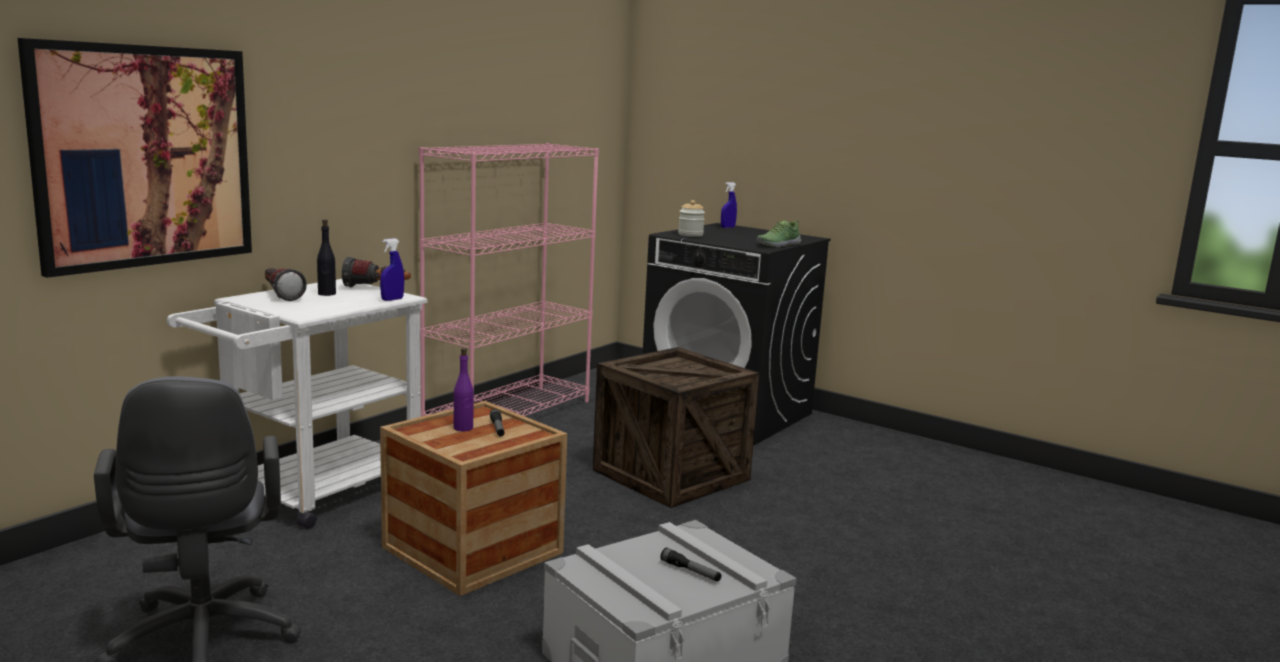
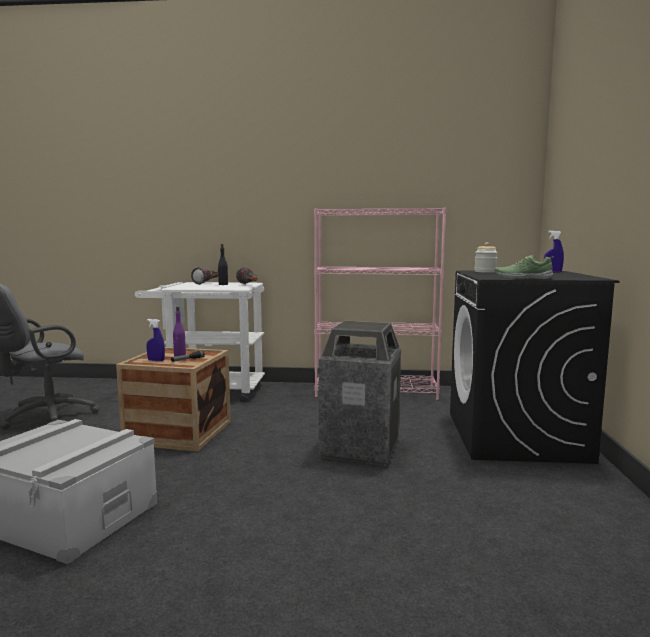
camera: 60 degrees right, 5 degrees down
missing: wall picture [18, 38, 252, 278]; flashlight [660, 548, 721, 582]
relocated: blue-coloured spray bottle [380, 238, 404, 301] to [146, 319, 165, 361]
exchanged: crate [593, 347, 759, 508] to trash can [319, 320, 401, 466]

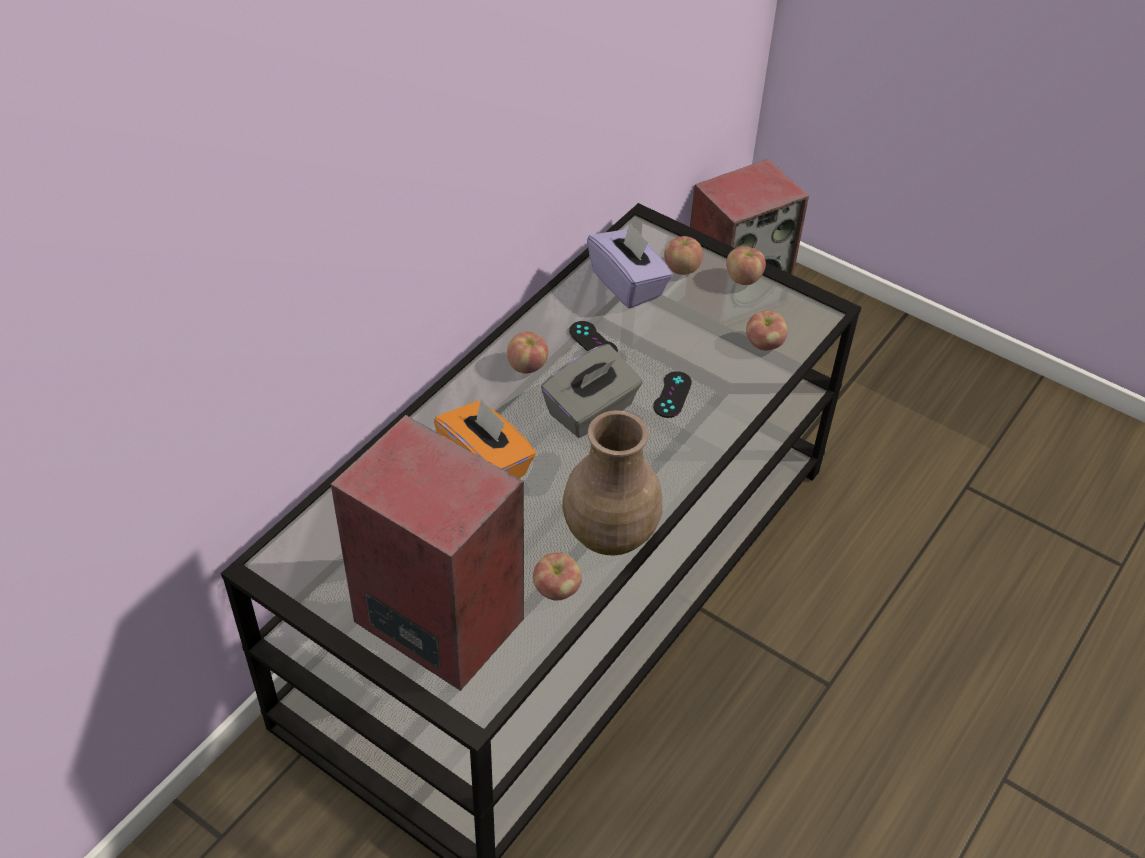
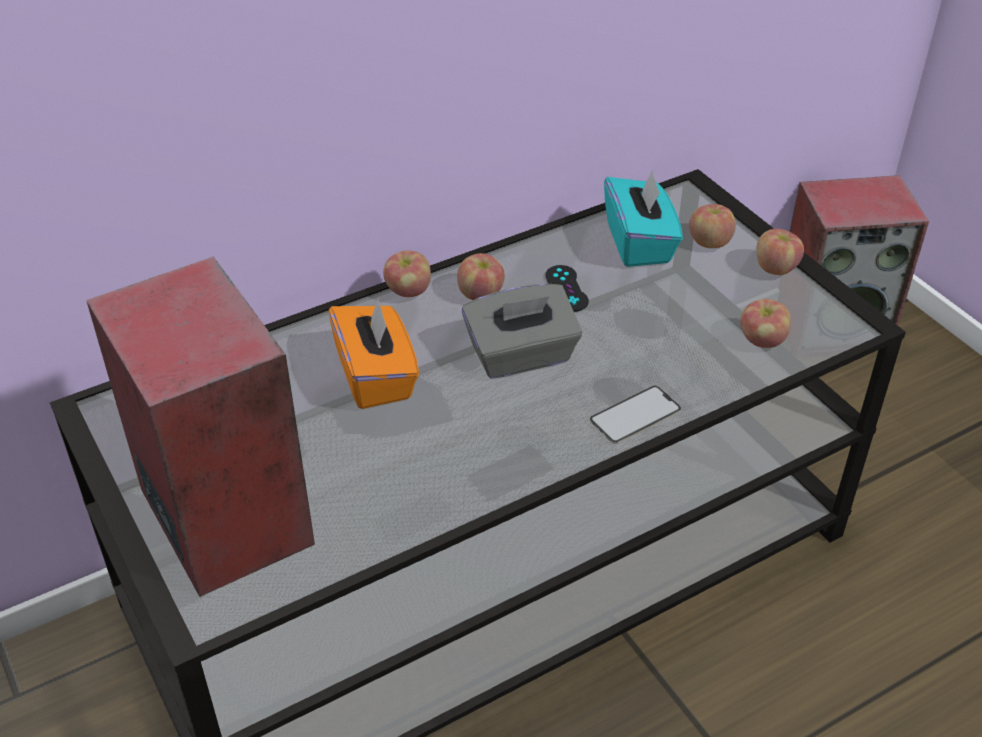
camera: 25 degrees right, 5 degrees down
missing: brown flower vase [562, 410, 662, 555]; black gamepad [653, 371, 692, 418]
appeared: telephone [590, 386, 681, 444]
relocated: apple fruit [533, 553, 582, 600] to [383, 250, 431, 297]
colour: purple tissue box [587, 222, 673, 308] to turquoise tissue box [604, 169, 683, 267]

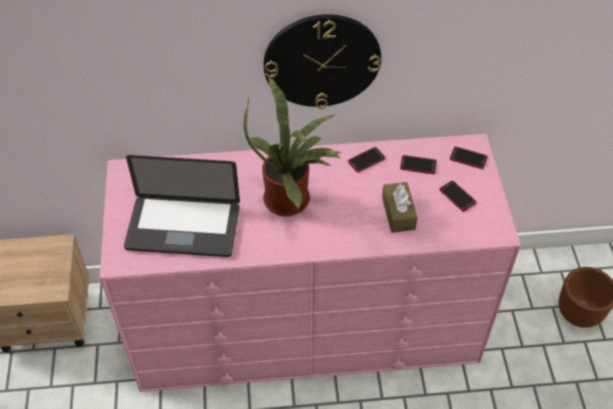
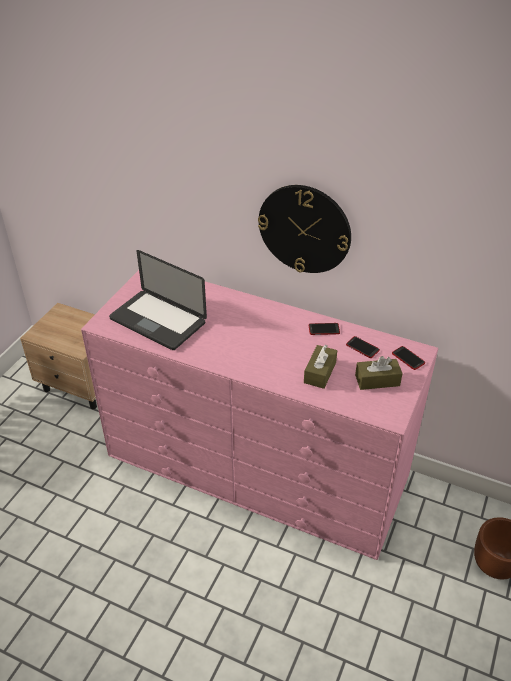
camera: 30 degrees right, 10 degrees down
missing: houseplant [244, 76, 343, 216]
exchanged: telephone [439, 181, 477, 212] to brown tissue box [355, 356, 403, 390]

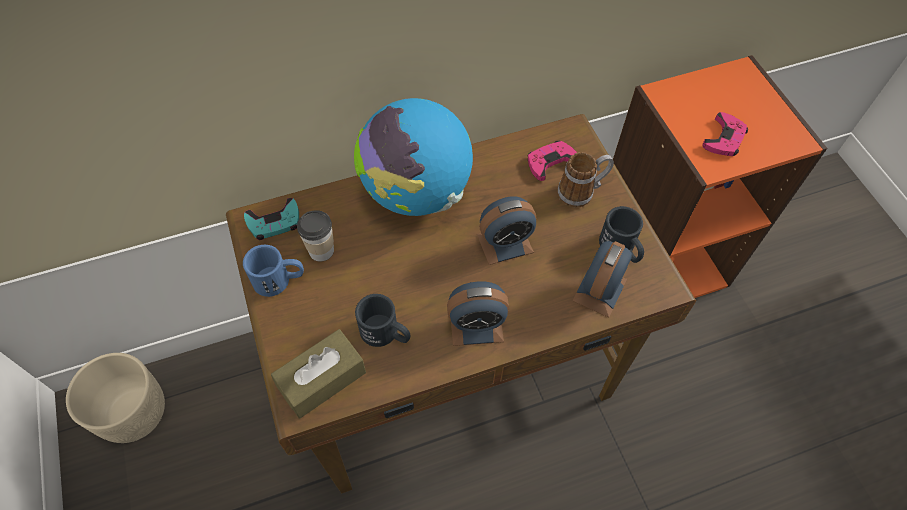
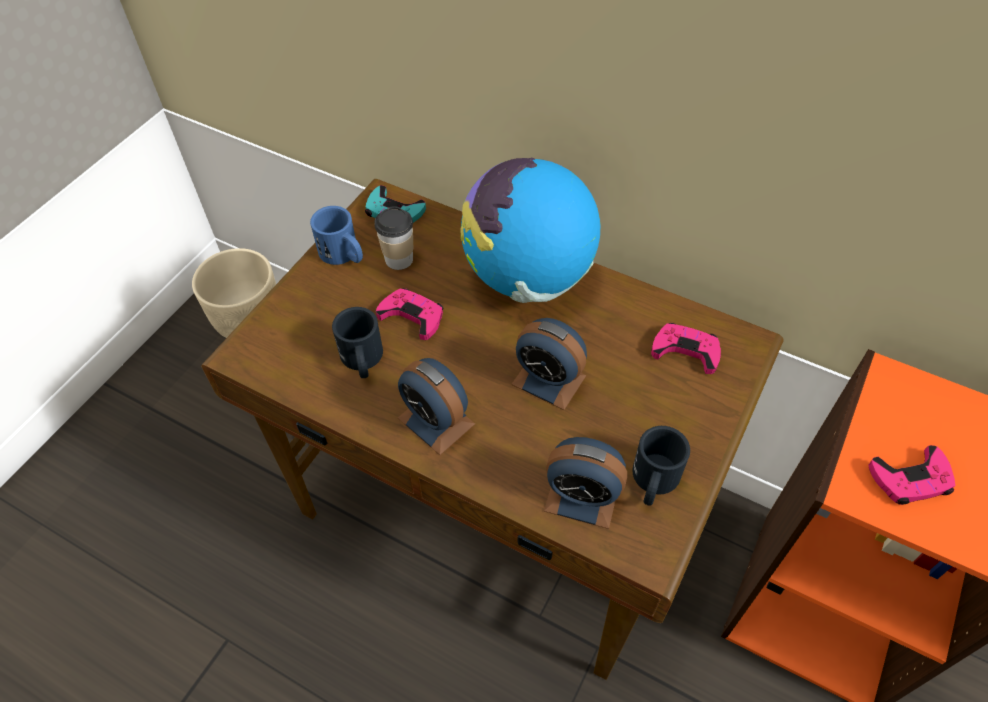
camera: 50 degrees right, 5 degrees down
missing: brown tissue box [271, 329, 366, 418]; tea mug [557, 152, 614, 207]
appeared: pinkish gamepad [376, 288, 444, 340]
spun: table clock [572, 241, 632, 318] = [544, 437, 627, 529] 150 degrees counterclockwise

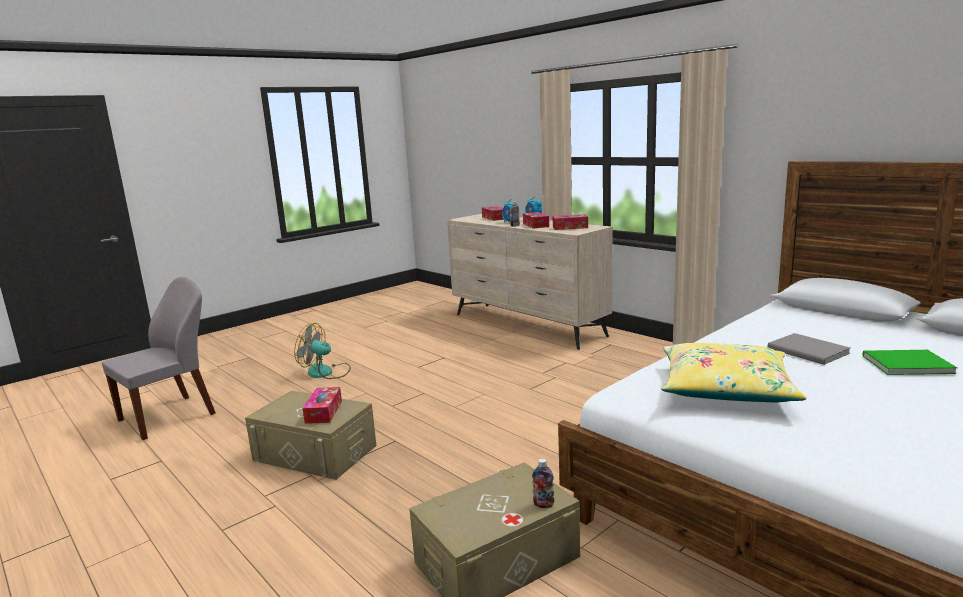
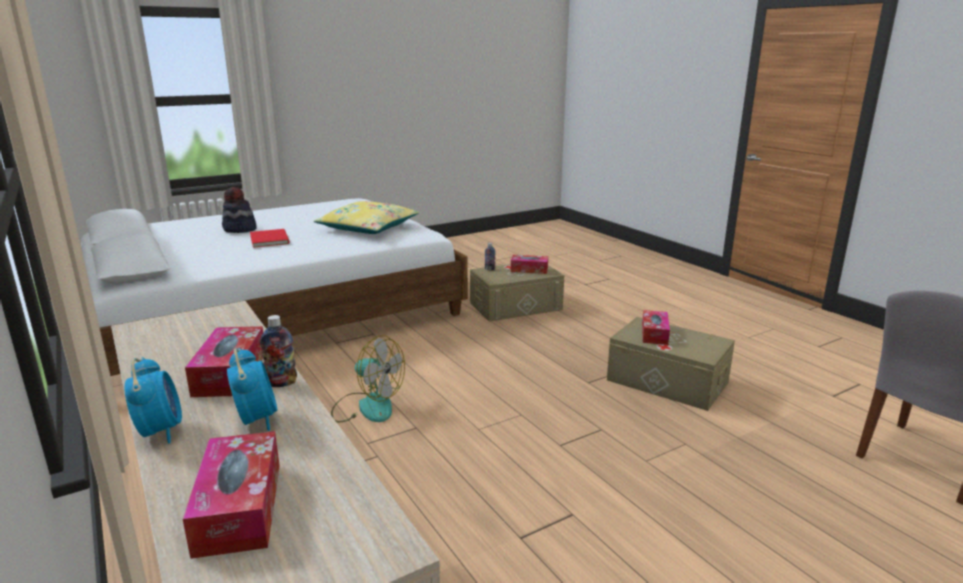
camera: 170 degrees left, 5 degrees up
relocated: fan [294, 323, 351, 379] to [331, 335, 405, 423]; tissue box [553, 214, 588, 230] to [511, 255, 548, 274]
exchanged: green bound book [862, 350, 958, 375] to clothing hat [222, 187, 257, 233]
colour: greyish bound book [768, 333, 850, 365] to reddish bound book [250, 229, 290, 248]

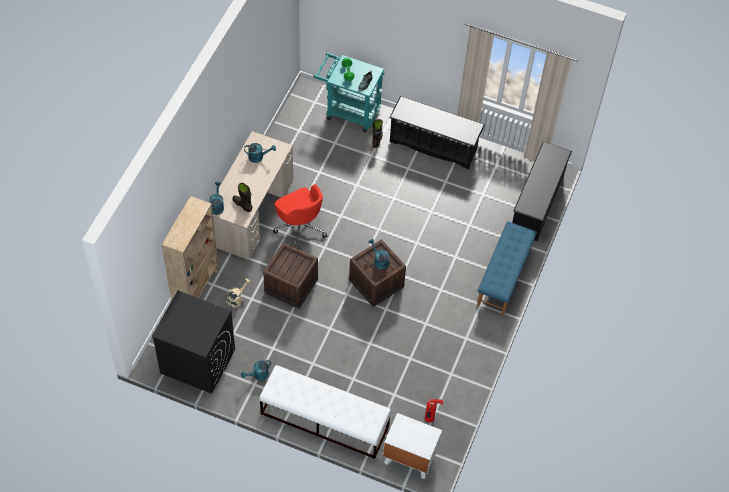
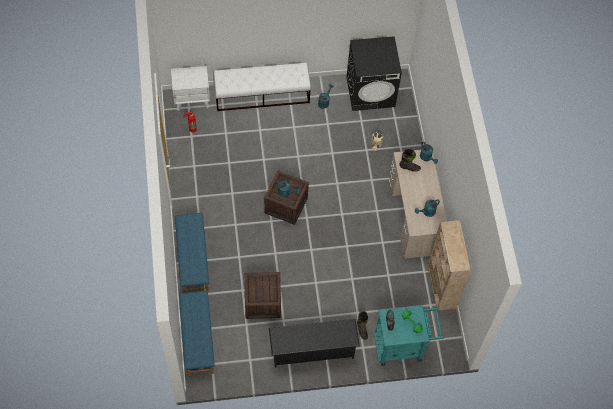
camera: 150 degrees right, 5 degrees up
missing: reddish computer chair [273, 184, 327, 249]
relocated: sand-coloured bookcase [161, 196, 219, 301] to [426, 220, 471, 313]; crate [263, 242, 318, 309] to [245, 272, 281, 319]
exchanged: black shoe shelf [512, 142, 572, 241] to blue-coloured indoor bench [179, 291, 215, 376]

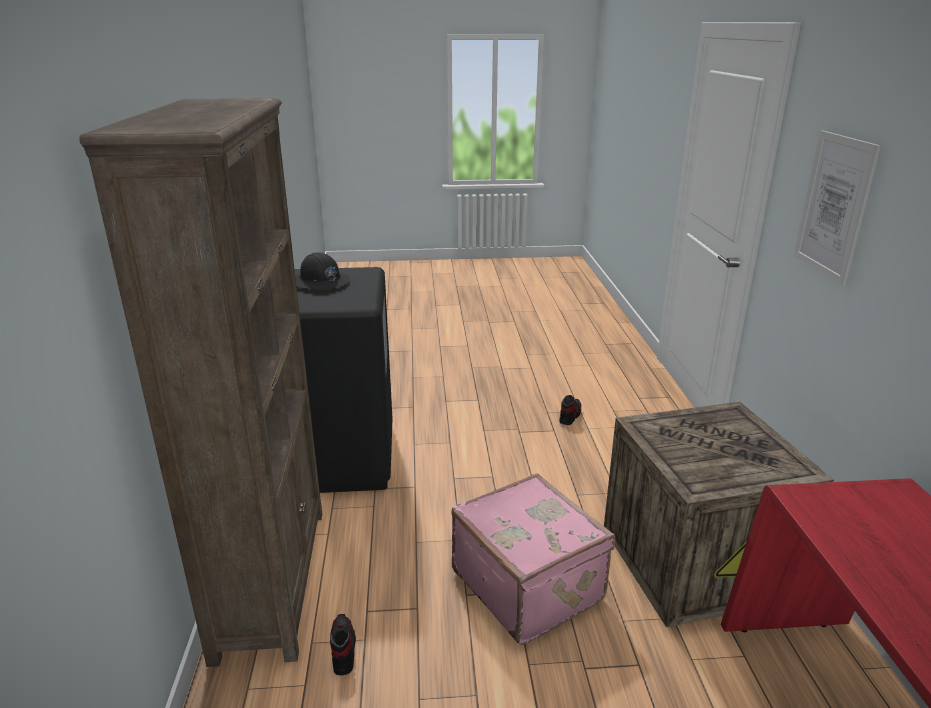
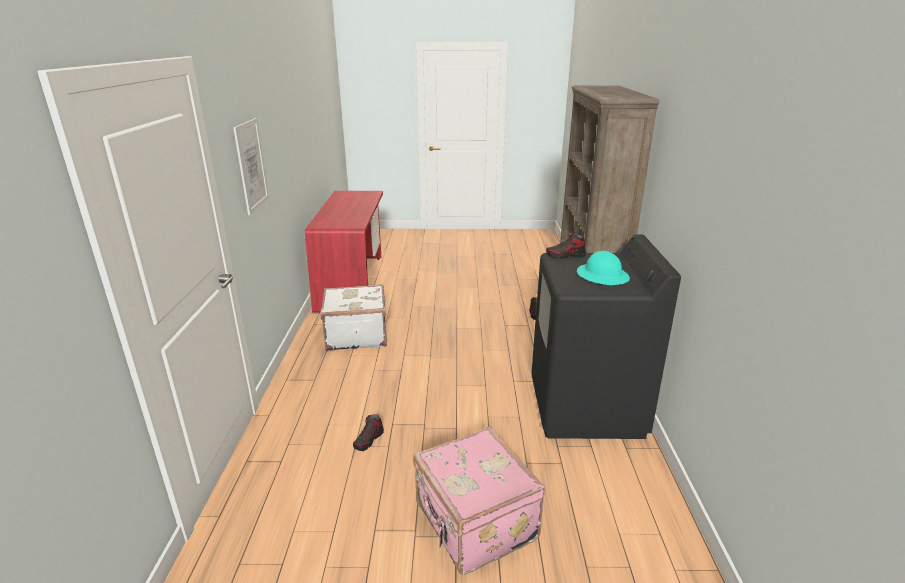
camera: 175 degrees left, 0 degrees up
appeared: low shoe [546, 231, 586, 259]
relocated: pinkish travel case [452, 473, 615, 645] to [413, 427, 545, 575]
exchanged: crate [604, 402, 834, 627] to white travel case [321, 284, 387, 351]
colour: black safety helmet [295, 252, 350, 290] to turquoise safety helmet [577, 251, 630, 285]

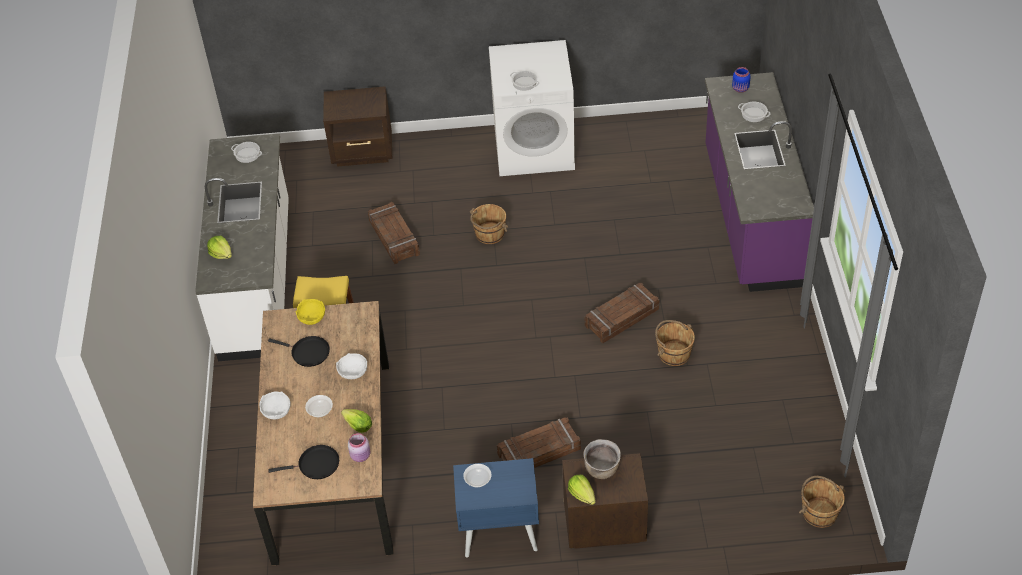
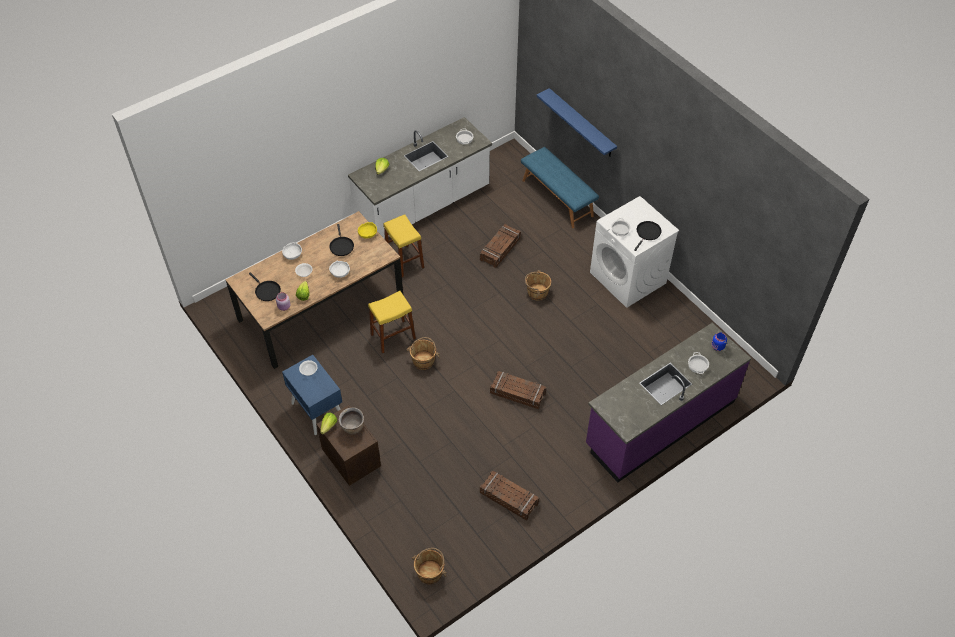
camera: 55 degrees right, 5 degrees up
appeared: yellowish stool seat [368, 291, 416, 353]; blue-coloured shelf [537, 88, 617, 157]; black skillet [634, 221, 661, 251]
relocated: crate [497, 417, 581, 468] to [480, 471, 539, 521]; brown bucket [655, 320, 695, 366] to [407, 337, 440, 370]
exchanged: brown bedside table [323, 86, 392, 167] to blue-coloured indoor bench [521, 147, 599, 228]

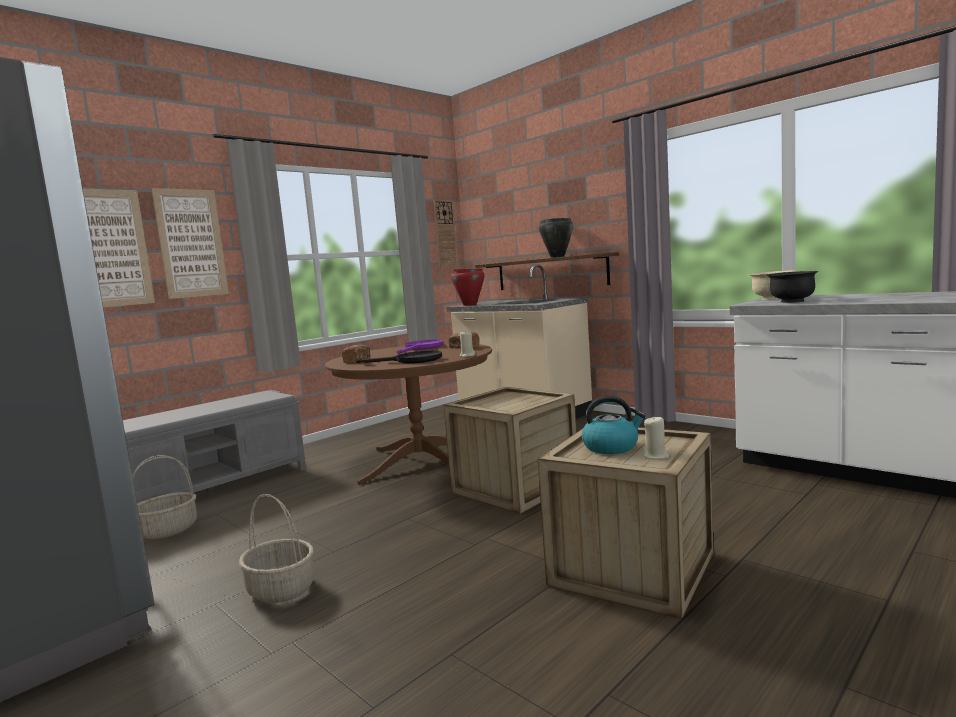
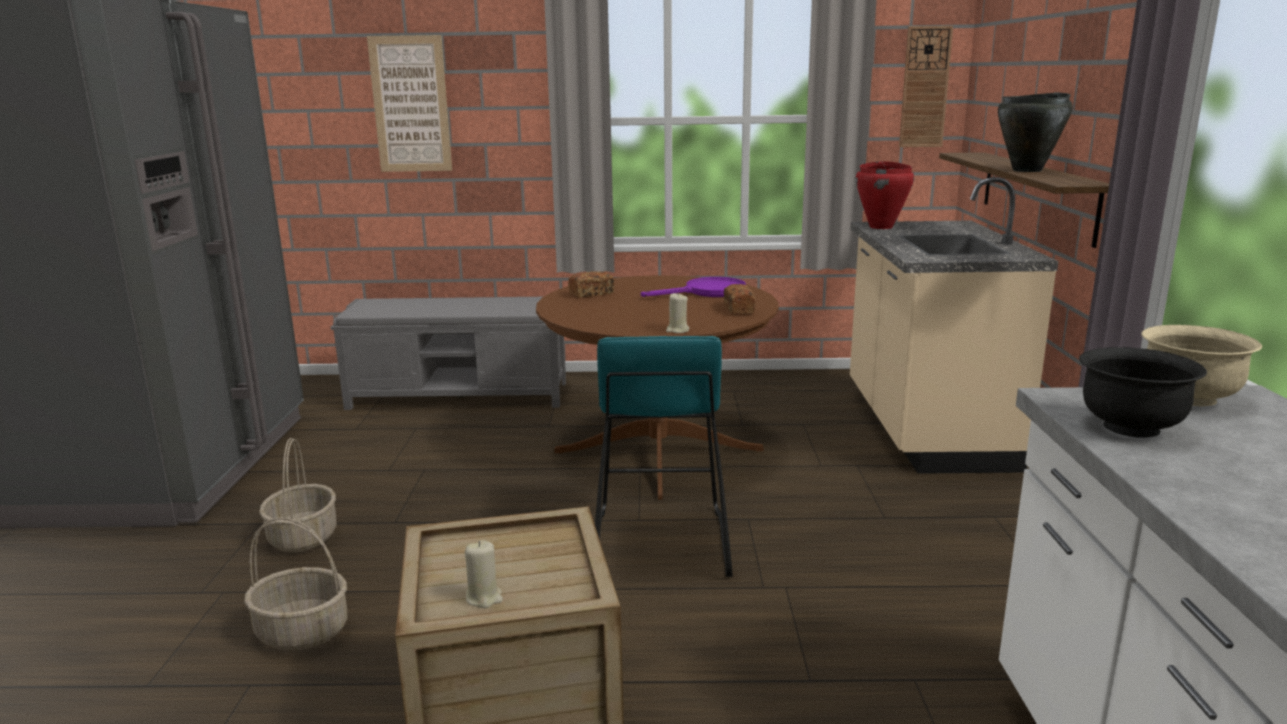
camera: 45 degrees right, 10 degrees up
missing: wall picture [151, 188, 229, 299]; black skillet [356, 351, 442, 364]; water kettle [582, 396, 646, 454]
relocated: basket [133, 455, 197, 539] to [244, 517, 347, 650]
exchanged: crate [444, 387, 577, 514] to turquoise stool seat [595, 336, 733, 577]

